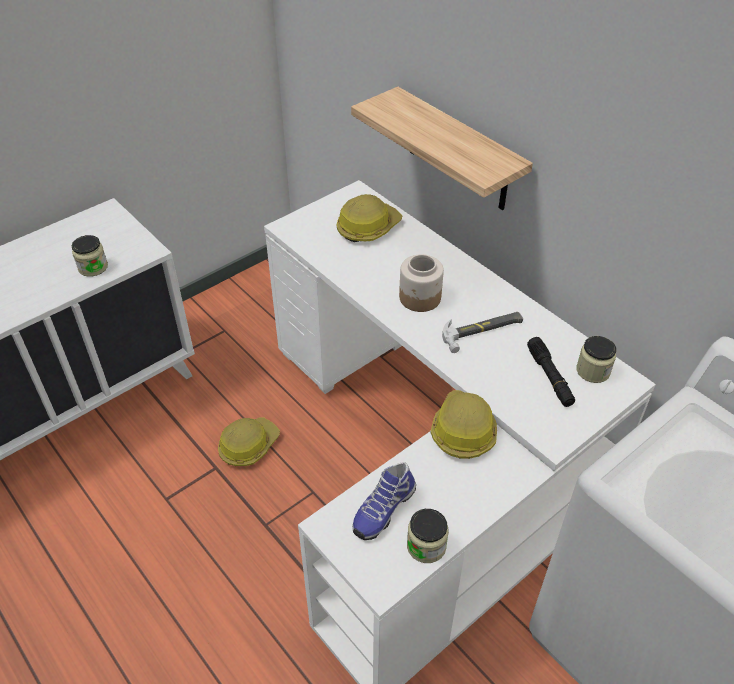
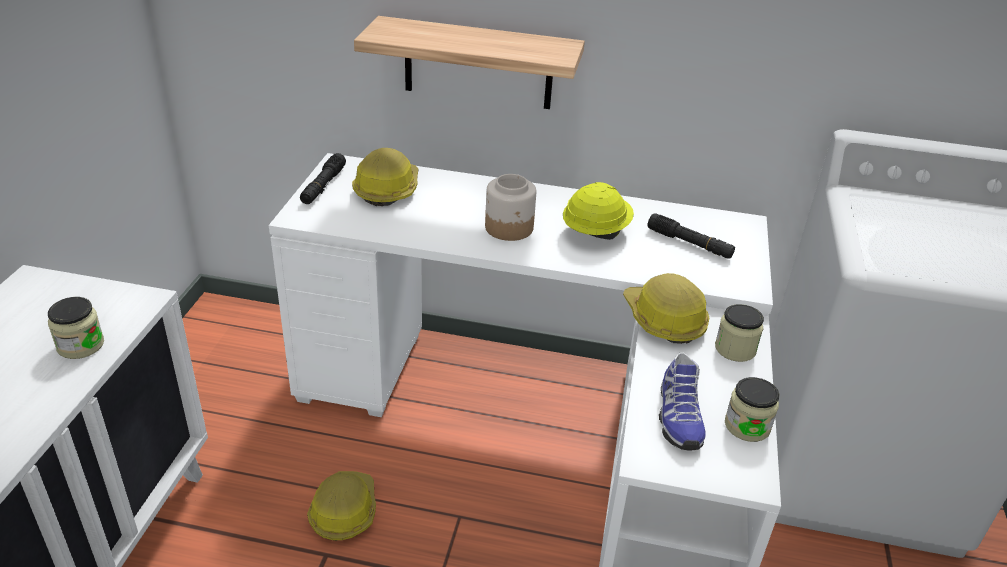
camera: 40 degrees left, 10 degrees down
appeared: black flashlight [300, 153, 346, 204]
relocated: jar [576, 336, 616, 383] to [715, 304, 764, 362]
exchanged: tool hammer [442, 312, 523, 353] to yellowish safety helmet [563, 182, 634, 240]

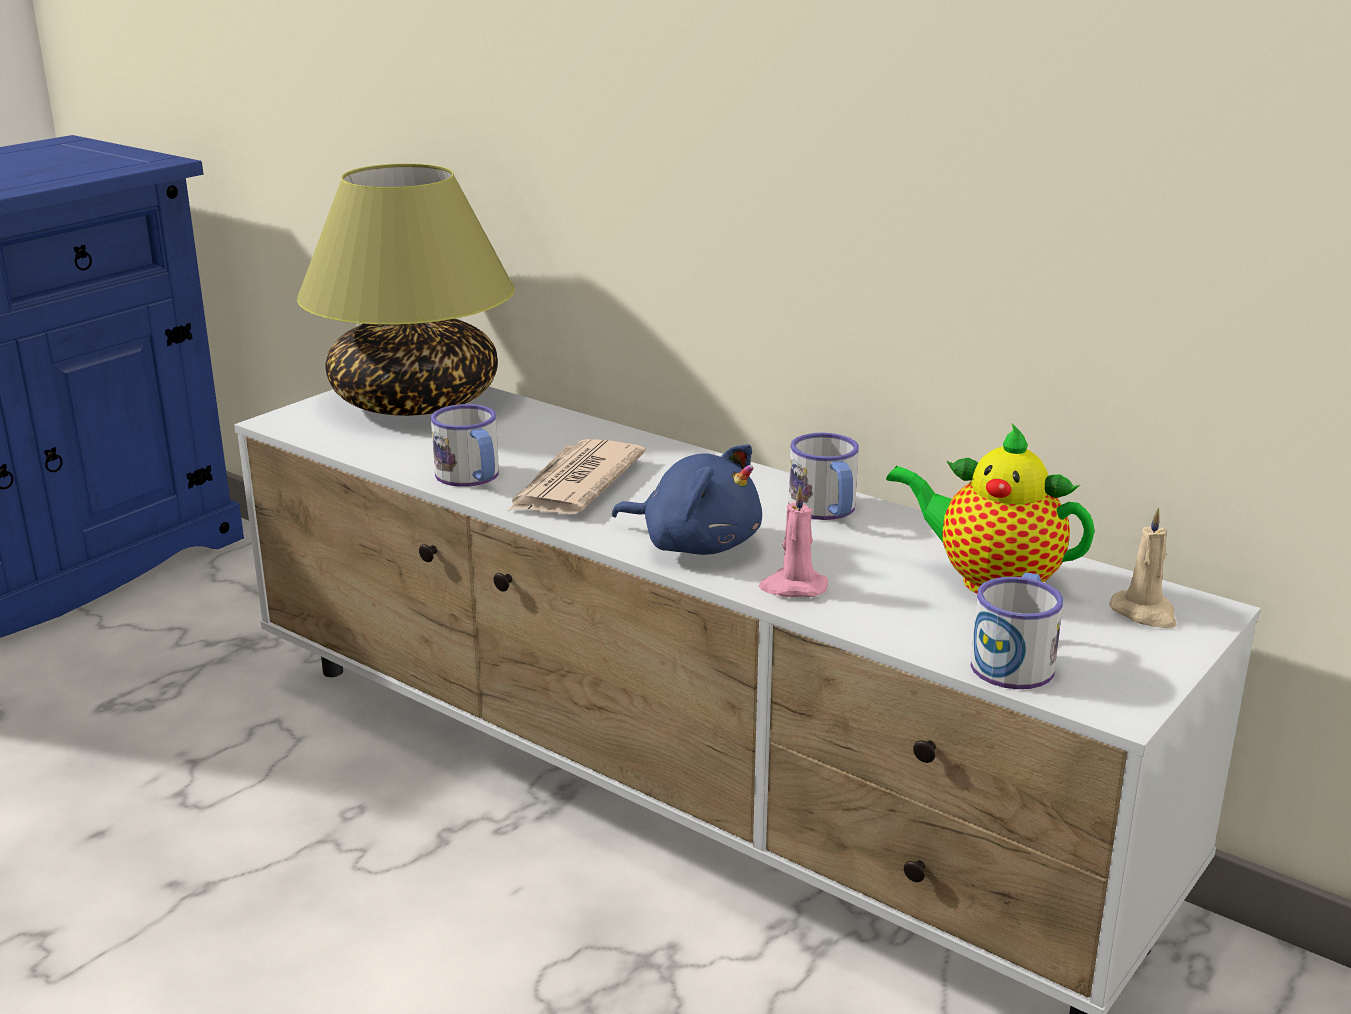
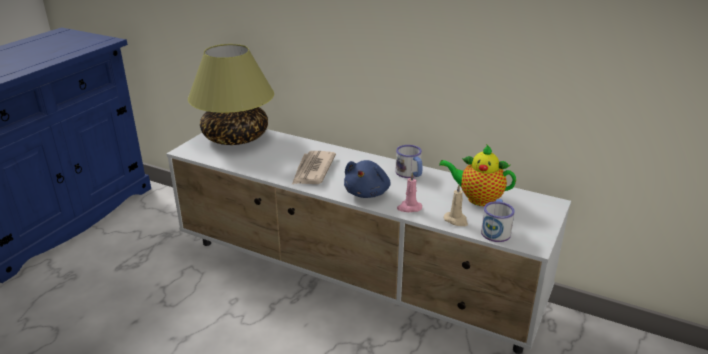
camera: 10 degrees left, 5 degrees up
missing: tea mug [431, 404, 499, 487]
relocated: sand-coloured wax candle [1109, 507, 1177, 628] to [444, 184, 468, 226]
spun: blue-coloured cuddly toy [612, 444, 762, 555] = [344, 160, 391, 198] 90 degrees clockwise

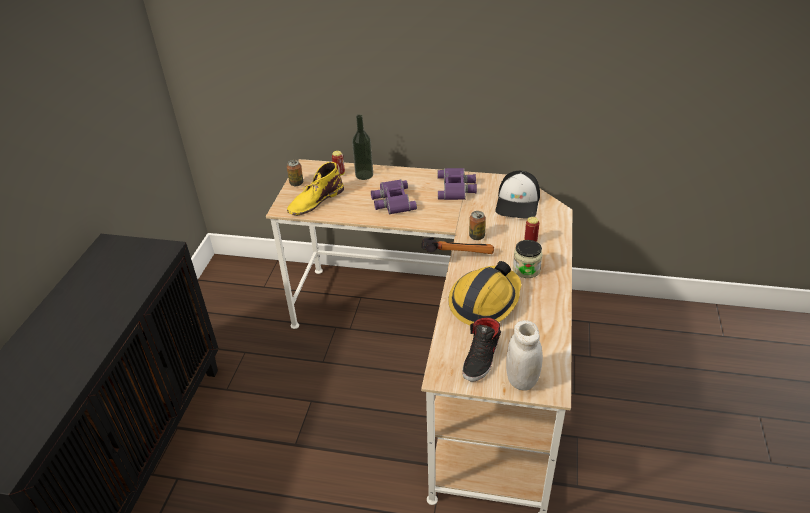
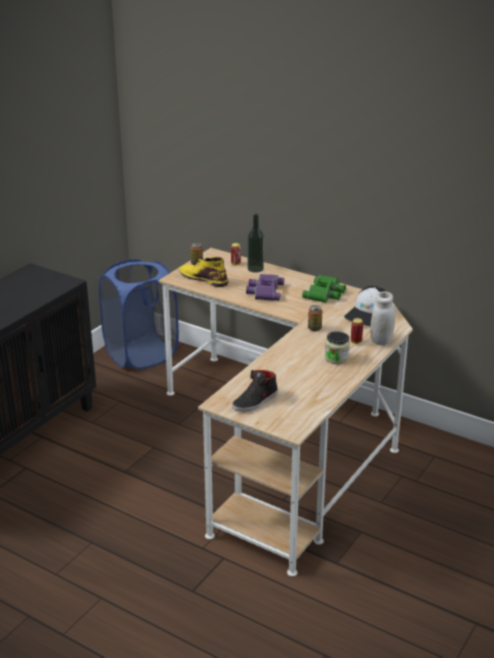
camera: 20 degrees right, 10 degrees down
missing: tool hammer [422, 237, 494, 254]; safety helmet [448, 261, 521, 325]
appeared: blue-coloured washing basket [99, 259, 179, 370]
relocated: white jar [506, 320, 543, 391] to [370, 291, 395, 346]
colour: purple binoculars [438, 168, 477, 200] to green binoculars [302, 275, 346, 303]
spun: yellowish boot [287, 162, 344, 215] = [179, 257, 228, 287] 60 degrees clockwise

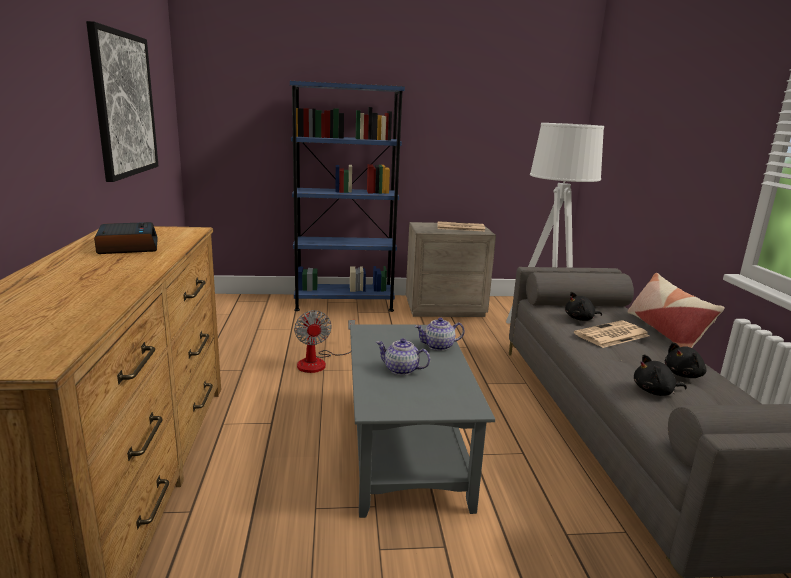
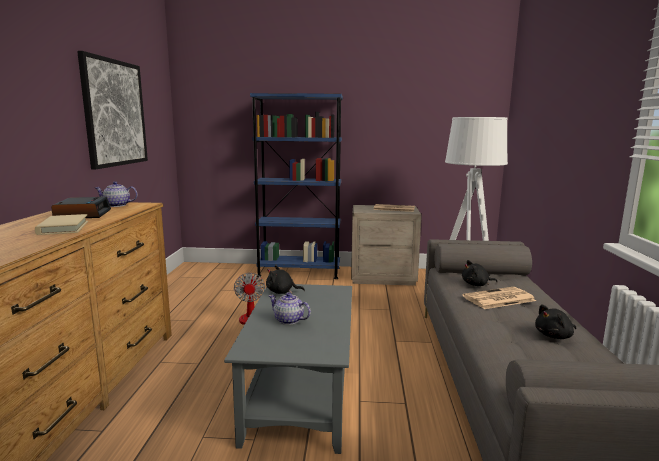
camera: 10 degrees right, 5 degrees down
missing: cushion [628, 273, 725, 348]
appeared: sand-coloured bound book [35, 214, 88, 235]
relocated: tea pot [415, 318, 465, 351] to [95, 181, 138, 207]; black cuddly toy [634, 355, 687, 396] to [266, 265, 305, 294]

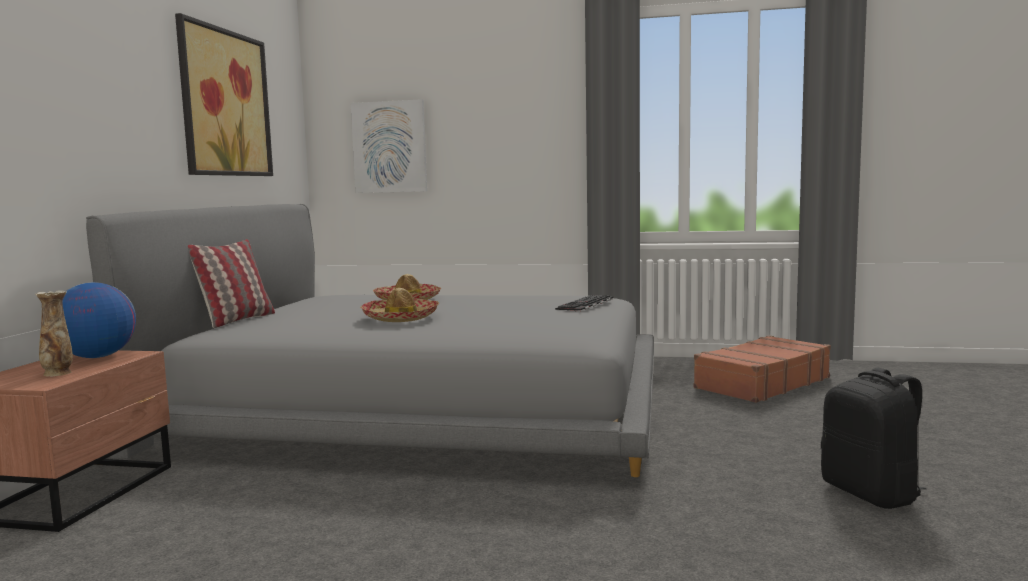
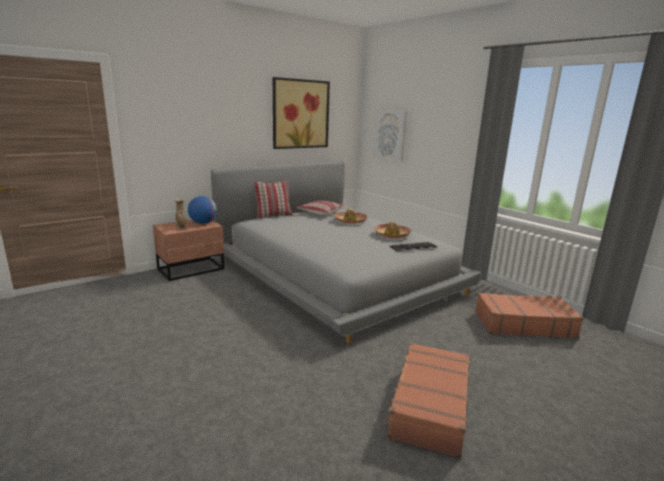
camera: 40 degrees right, 10 degrees up
appeared: cushion [296, 201, 344, 215]
relocated: clothing hat [360, 288, 439, 322] to [374, 221, 411, 239]
exchanged: black knapsack [821, 368, 927, 509] to brown travel case [384, 343, 470, 458]

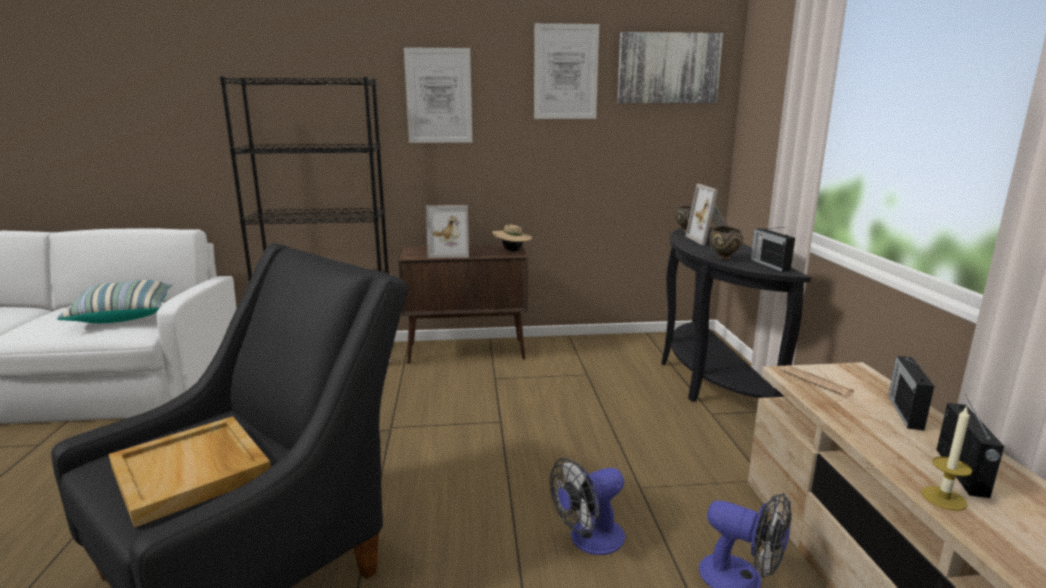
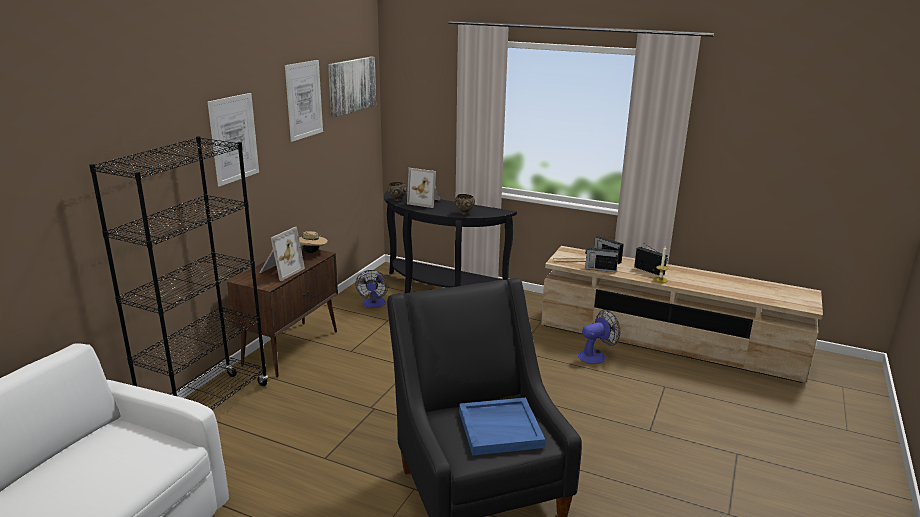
camera: 60 degrees left, 5 degrees up
missing: cushion [57, 280, 173, 323]
relocated: fan [550, 458, 625, 555] to [356, 270, 388, 308]; radio set [751, 227, 795, 272] to [585, 246, 619, 272]
colour: sand-coloured serving tray [109, 416, 271, 528] to blue-coloured serving tray [459, 398, 545, 456]

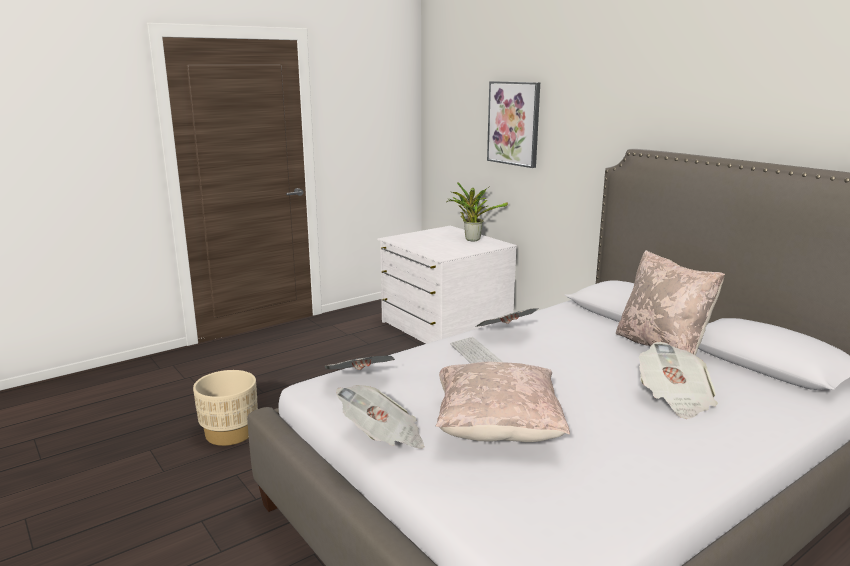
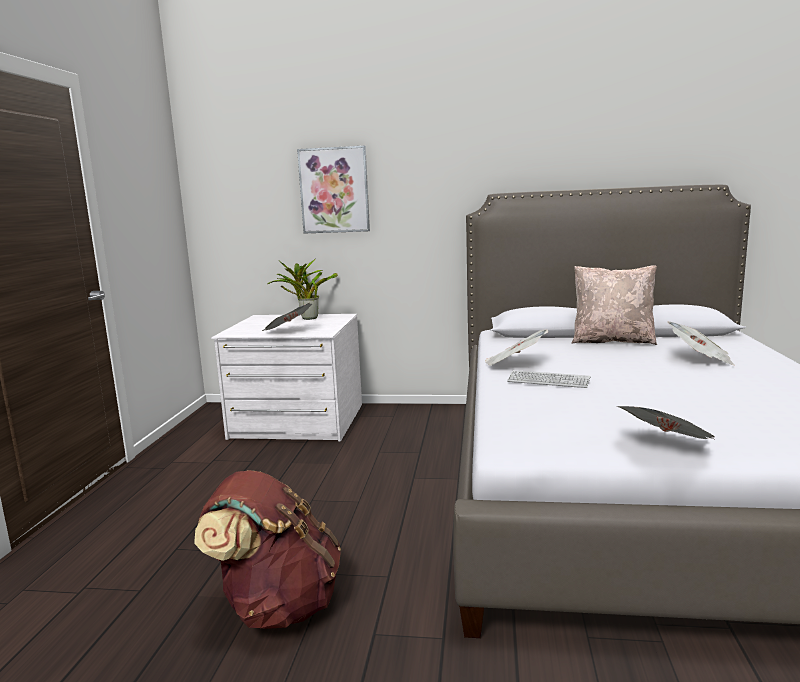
camera: 45 degrees left, 5 degrees down
missing: sand-coloured cushion [436, 362, 570, 442]
relocated: daily paper [325, 356, 395, 370] to [262, 303, 312, 331]
exchanged: sand-coloured flower pot [193, 370, 258, 446] to brown knapsack [194, 470, 341, 629]

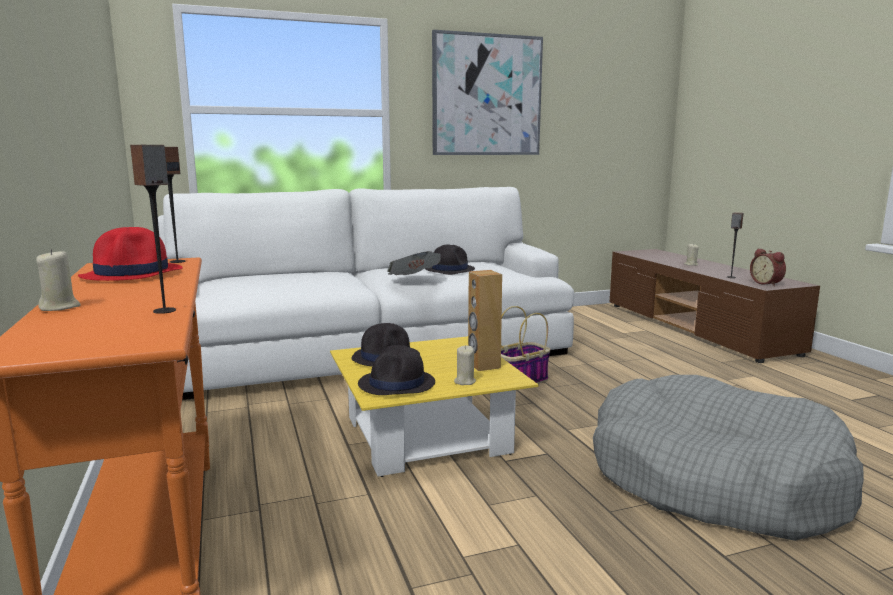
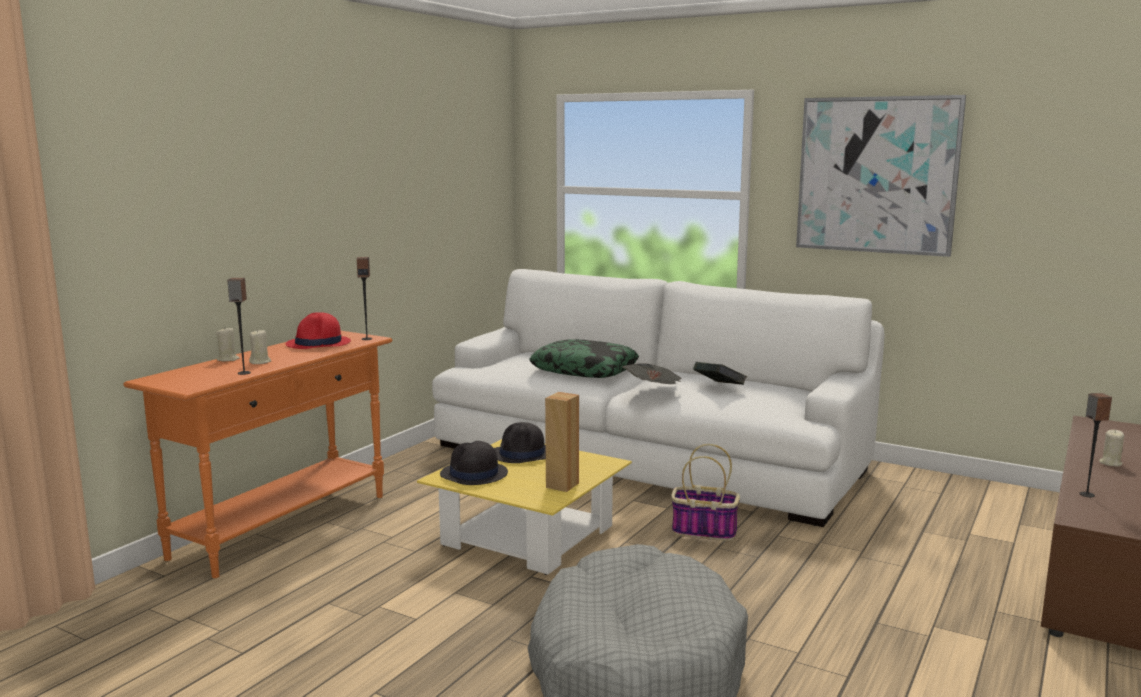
camera: 50 degrees right, 0 degrees up
missing: table clock [750, 249, 786, 286]
appeared: cushion [529, 339, 639, 378]
relocated: sand-coloured wax candle [454, 345, 476, 385] to [249, 329, 271, 364]
exchanged: black clothing hat [425, 244, 475, 275] to bound book [693, 362, 747, 385]

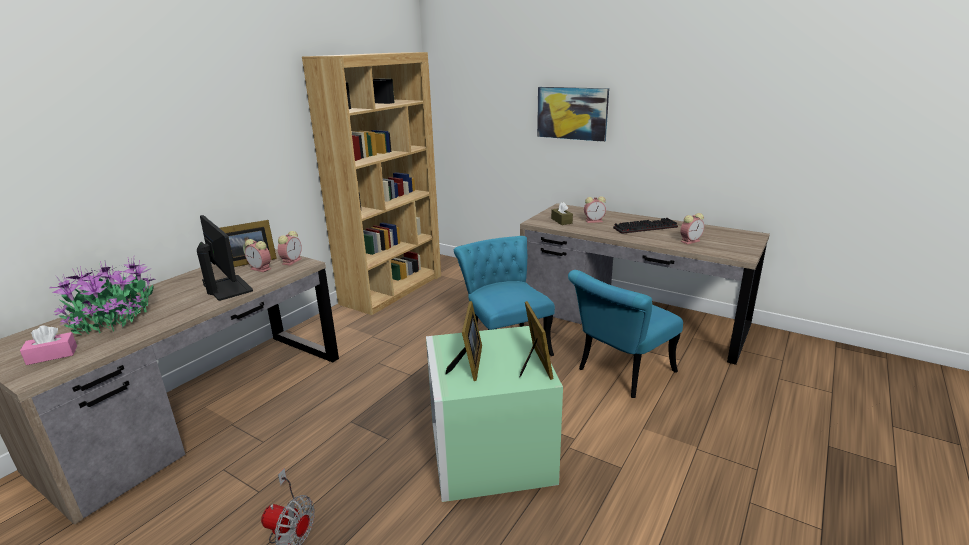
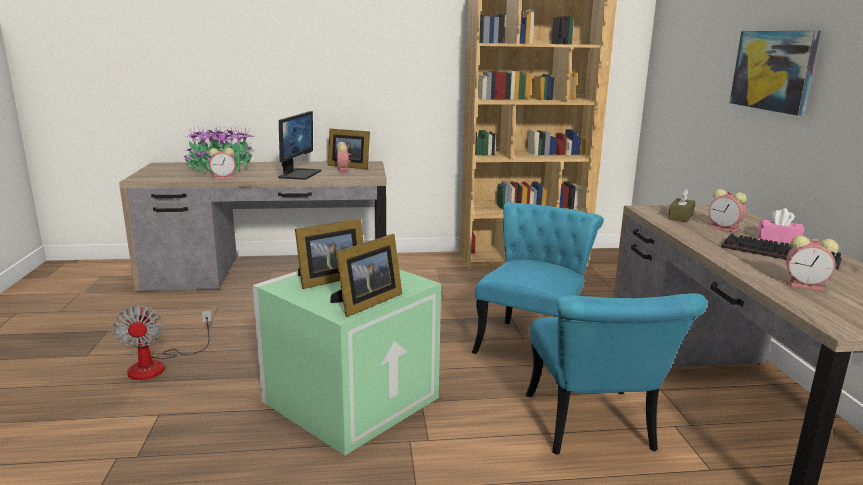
camera: 50 degrees right, 5 degrees down
relocated: pinkish tissue box [20, 325, 77, 365] to [758, 208, 804, 244]; table clock [278, 231, 302, 265] to [208, 148, 235, 180]
spun: turquoise chair [568, 270, 683, 398] = [526, 293, 707, 455] 105 degrees counterclockwise

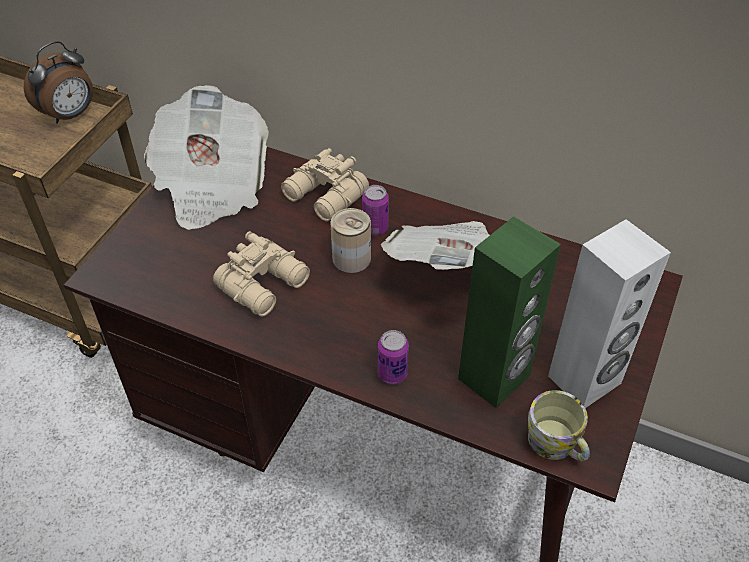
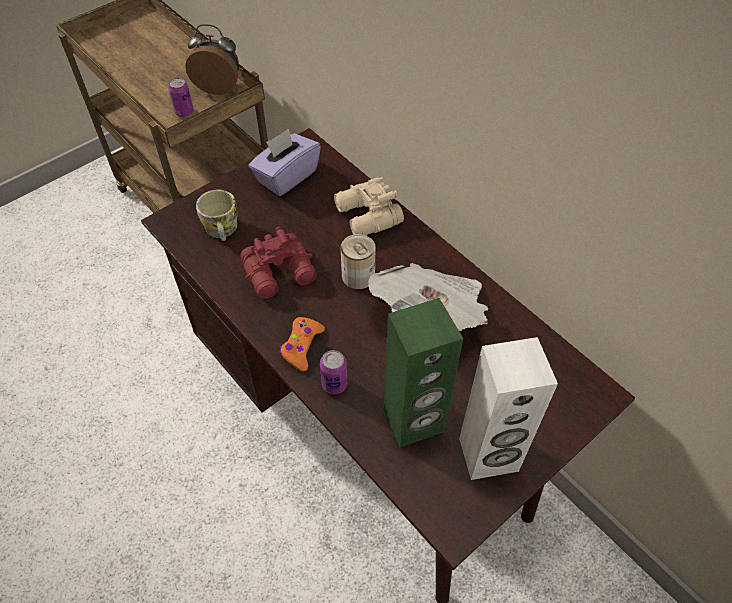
camera: 25 degrees right, 5 degrees up
appeared: orange-coloured gamepad [280, 317, 325, 372]
relocated: metal can [362, 185, 389, 235] to [168, 78, 194, 117]; tea mug [528, 390, 590, 461] to [196, 189, 237, 241]
exchanged: daily paper [144, 85, 269, 230] to purple tissue box [248, 129, 321, 196]
colour: sand-coloured binoculars [213, 231, 310, 317] to reddish binoculars [240, 227, 316, 299]
spun: table clock [24, 41, 93, 124] = [185, 24, 239, 95] 150 degrees counterclockwise

